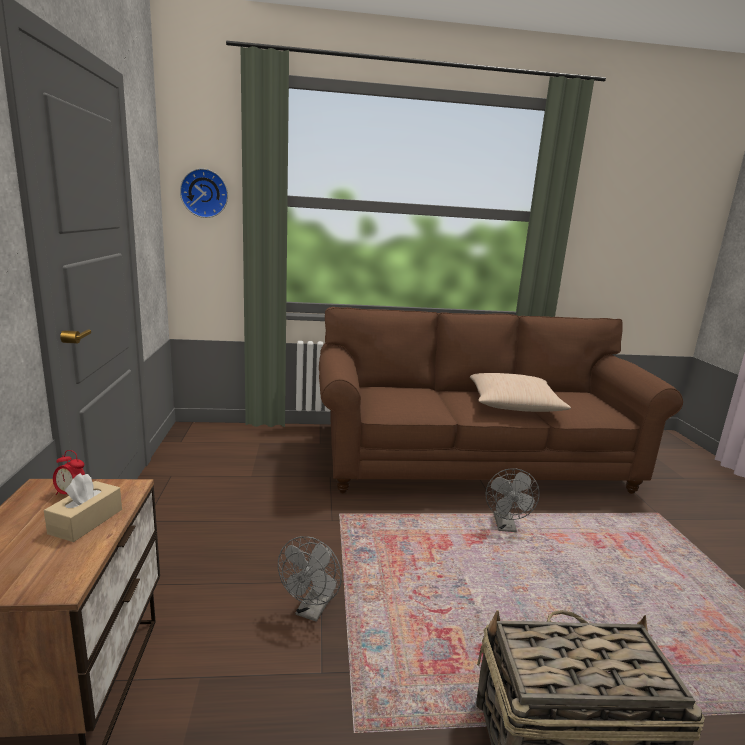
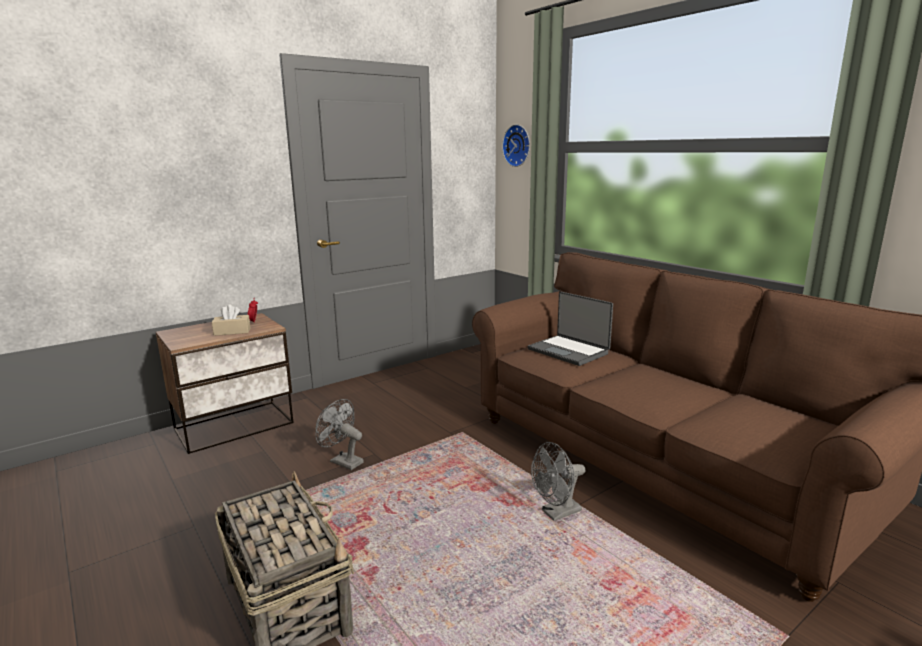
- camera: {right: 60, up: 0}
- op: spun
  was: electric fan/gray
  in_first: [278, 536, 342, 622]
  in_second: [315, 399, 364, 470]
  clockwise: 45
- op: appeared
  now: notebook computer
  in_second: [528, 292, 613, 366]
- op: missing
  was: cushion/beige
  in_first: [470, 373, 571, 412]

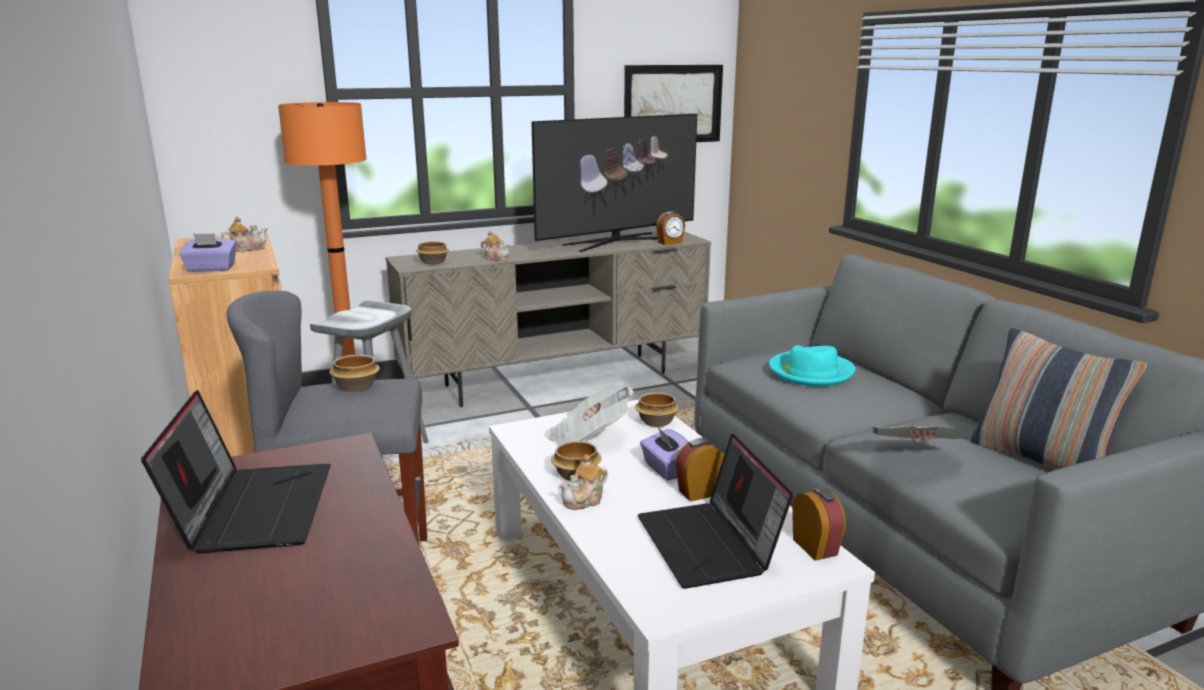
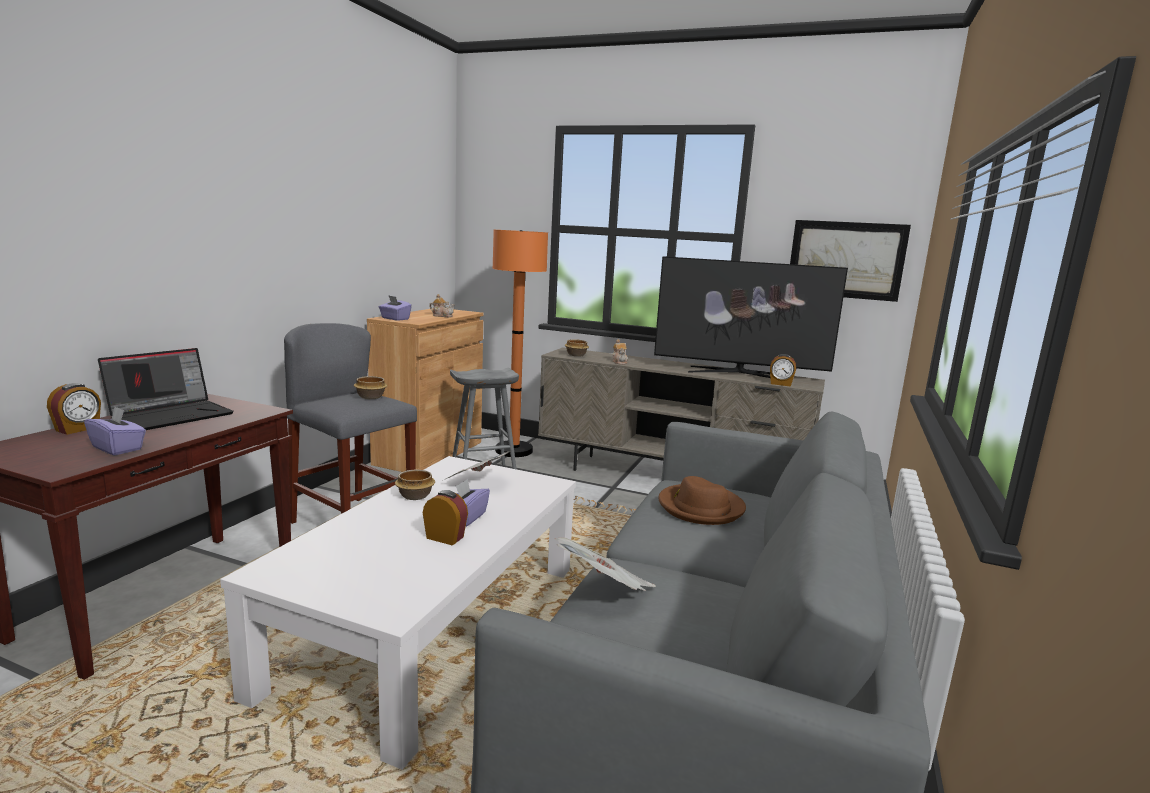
- camera: {right: 45, up: -5}
- op: relocated
  was: bedside clock
  in_first: [792, 487, 846, 561]
  in_second: [47, 383, 101, 435]
- op: appeared
  now: tissue holder/purplish
  in_second: [84, 406, 146, 455]
- op: colour
  was: hat/blue-green
  now: hat/brown-coloured
  in_first: [769, 345, 855, 387]
  in_second: [659, 476, 746, 525]
- op: missing
  was: tea pot
  in_first: [559, 454, 608, 510]
- op: missing
  was: serving bowl
  in_first: [635, 392, 679, 427]
- op: missing
  was: notebook computer
  in_first: [637, 434, 793, 588]
- op: missing
  was: cushion
  in_first: [971, 328, 1147, 470]

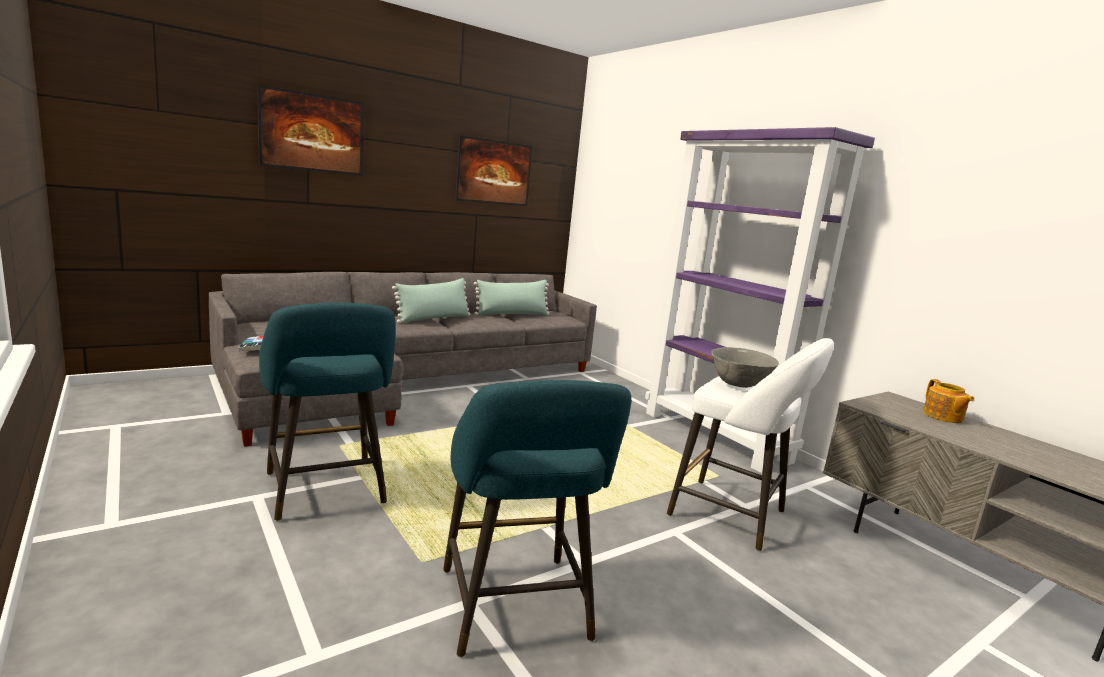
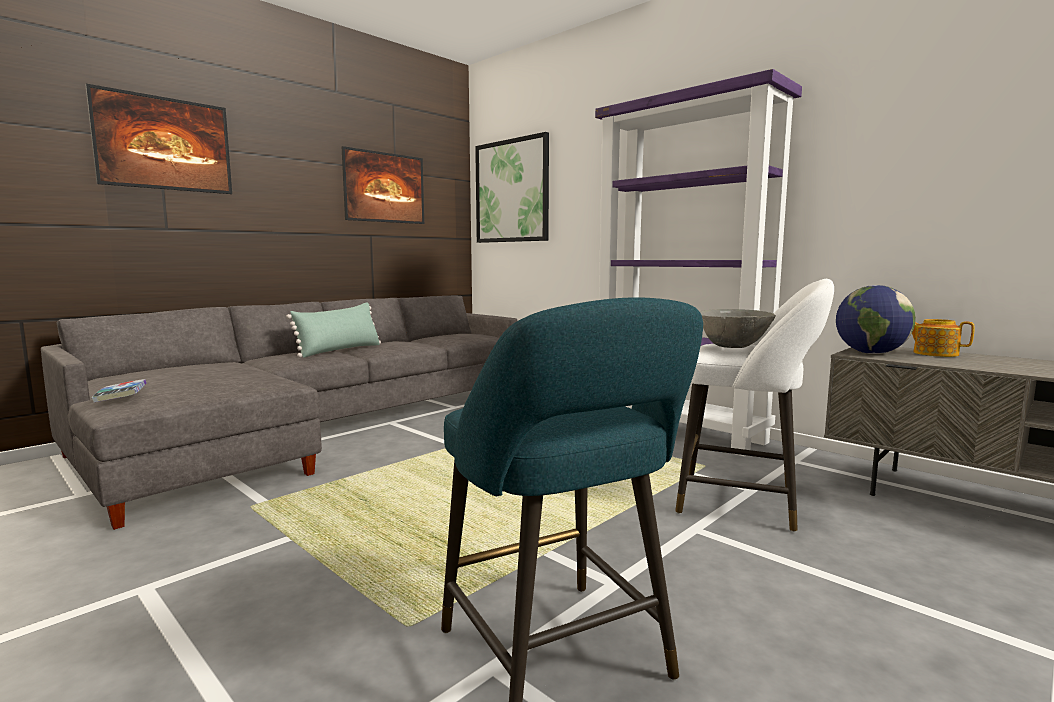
- camera: {right: -10, up: -5}
- op: appeared
  now: wall picture
  in_second: [475, 132, 549, 243]
- op: appeared
  now: world globe
  in_second: [836, 285, 916, 354]
- op: spun
  was: tea pot
  in_first: [923, 379, 974, 423]
  in_second: [912, 319, 975, 357]
  clockwise: 150
- op: missing
  was: sitting stool/blue-green
  in_first: [259, 303, 396, 521]
- op: missing
  was: cushion/green
  in_first: [474, 280, 550, 316]

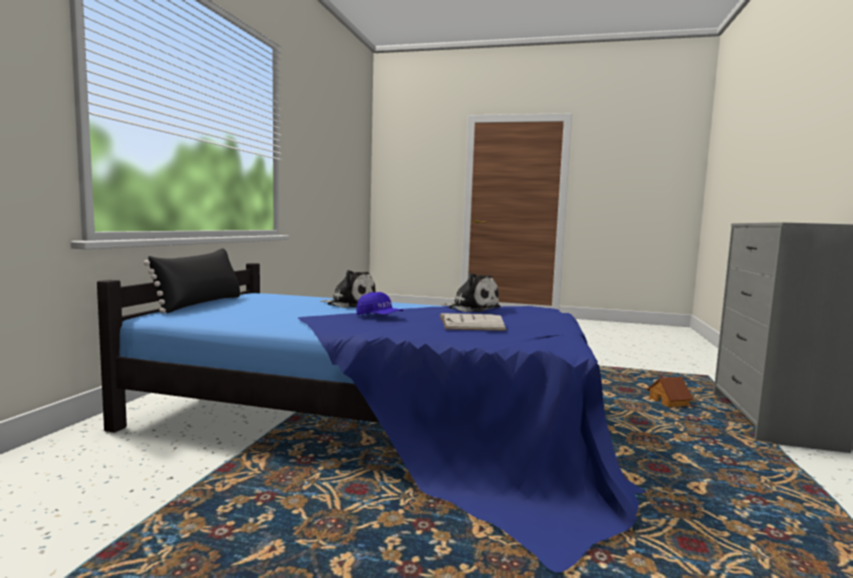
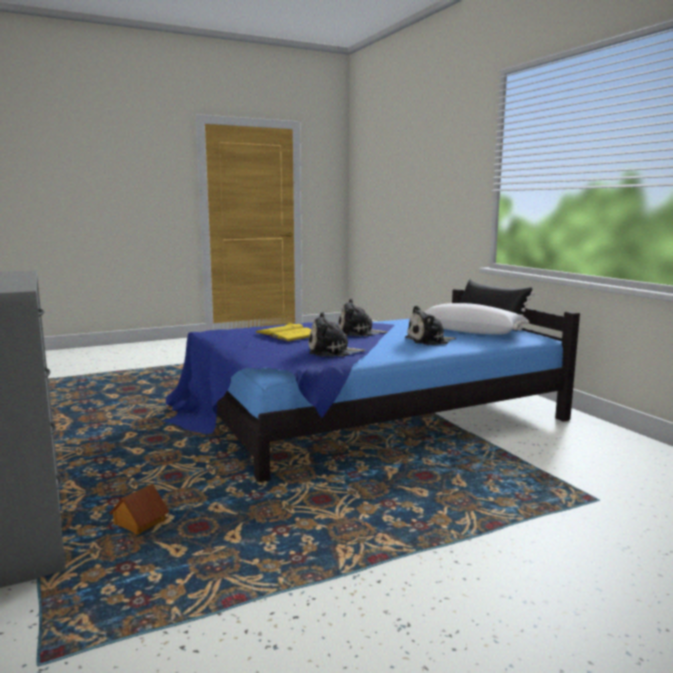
- camera: {right: 140, up: 5}
- op: colour
  was: volume/white
  now: volume/yellow-coloured
  in_first: [440, 313, 507, 331]
  in_second: [255, 322, 311, 342]
- op: exchanged
  was: baseball cap/bluish
  now: plush toy
  in_first: [357, 292, 403, 315]
  in_second: [338, 299, 388, 336]
- op: appeared
  now: cushion/white
  in_second: [425, 303, 529, 335]

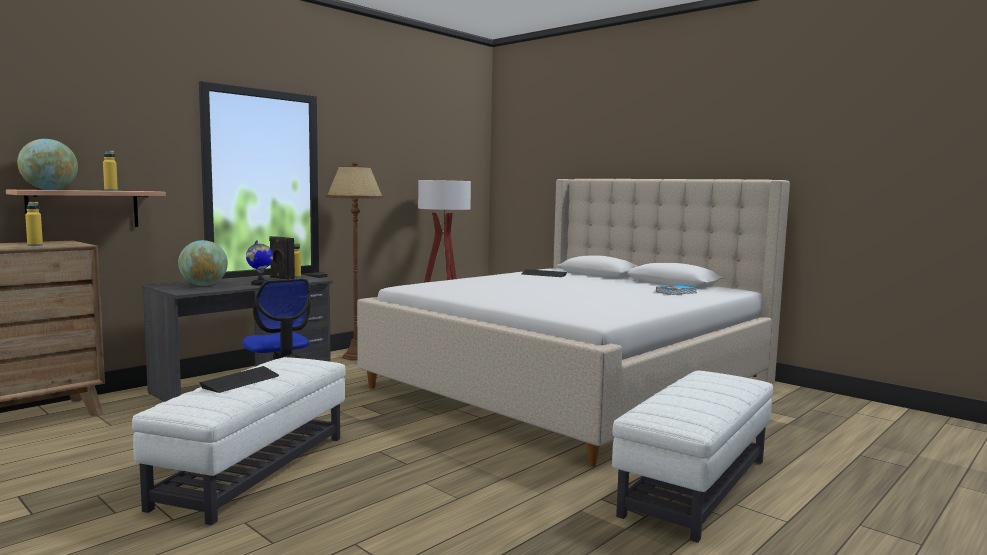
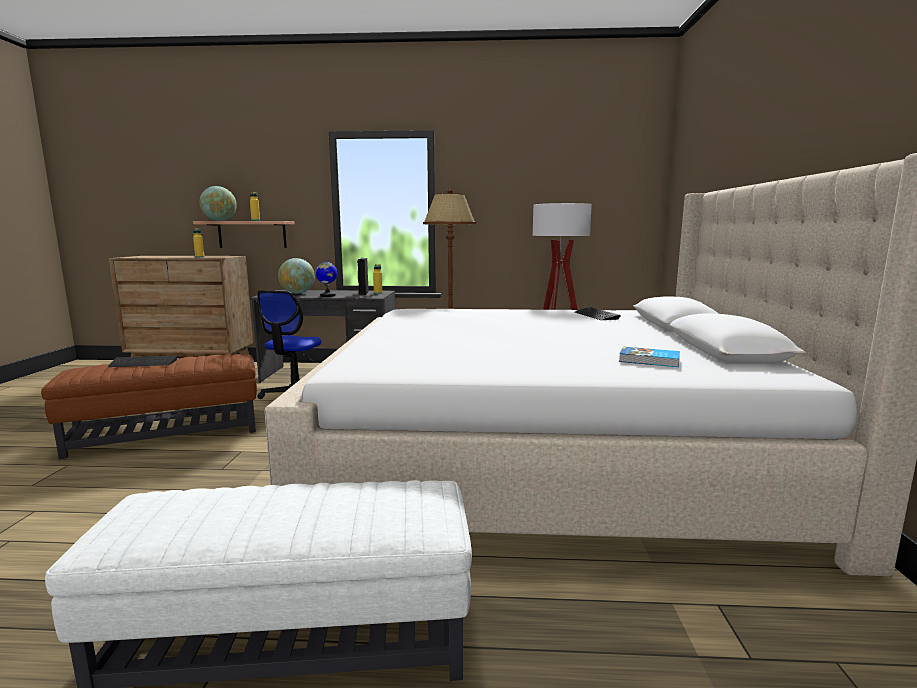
- camera: {right: 50, up: 5}
- op: colour
  was: ottoman/white
  now: ottoman/brown-coloured
  in_first: [132, 357, 346, 525]
  in_second: [41, 354, 257, 459]

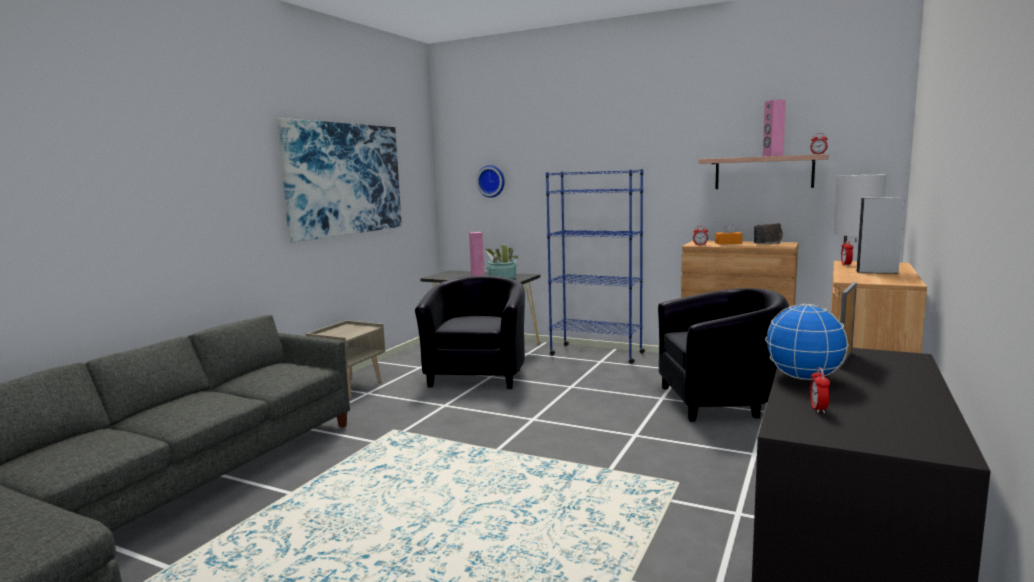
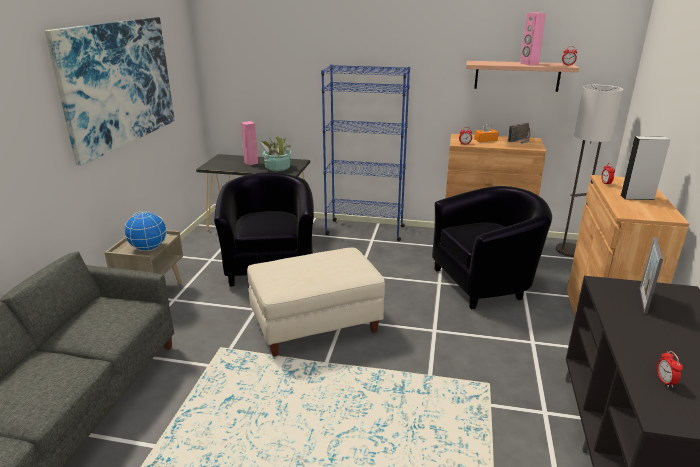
- camera: {right: -15, up: 15}
- op: relocated
  was: world globe
  in_first: [765, 304, 849, 380]
  in_second: [124, 211, 167, 251]
- op: appeared
  now: ottoman/beige
  in_second: [247, 247, 385, 357]
- op: missing
  was: wall clock
  in_first: [476, 165, 505, 198]

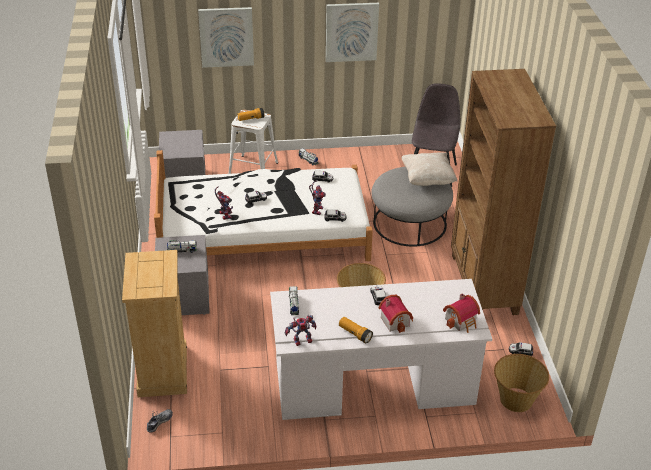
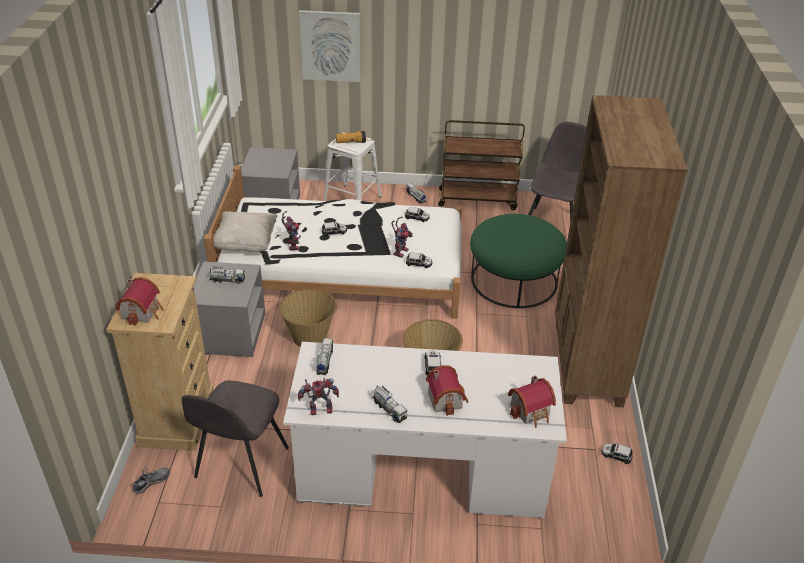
- camera: {right: 10, up: 0}
- op: appeared
  now: toy house
  in_second: [115, 277, 164, 326]
- op: appeared
  now: chair/gray
  in_second: [182, 381, 289, 497]
- op: relocated
  was: cushion/beige
  in_first: [401, 152, 457, 186]
  in_second: [213, 211, 278, 252]
- op: relocated
  was: storage basket
  in_first: [494, 354, 549, 412]
  in_second: [279, 289, 337, 347]
- op: exchanged
  was: flashlight
  now: toy truck
  in_first: [339, 317, 373, 343]
  in_second: [372, 386, 408, 423]
- op: appeared
  now: cart/brown-coloured
  in_second: [438, 120, 525, 210]
- op: colour
  was: ottoman/gray
  now: ottoman/green
  in_first: [372, 167, 453, 247]
  in_second: [470, 214, 567, 308]
- op: missing
  was: wall picture
  in_first: [326, 3, 379, 62]

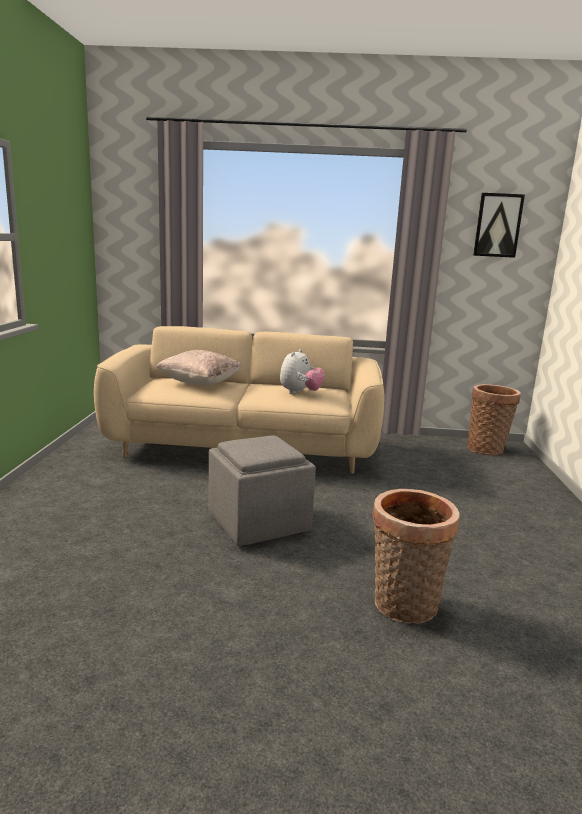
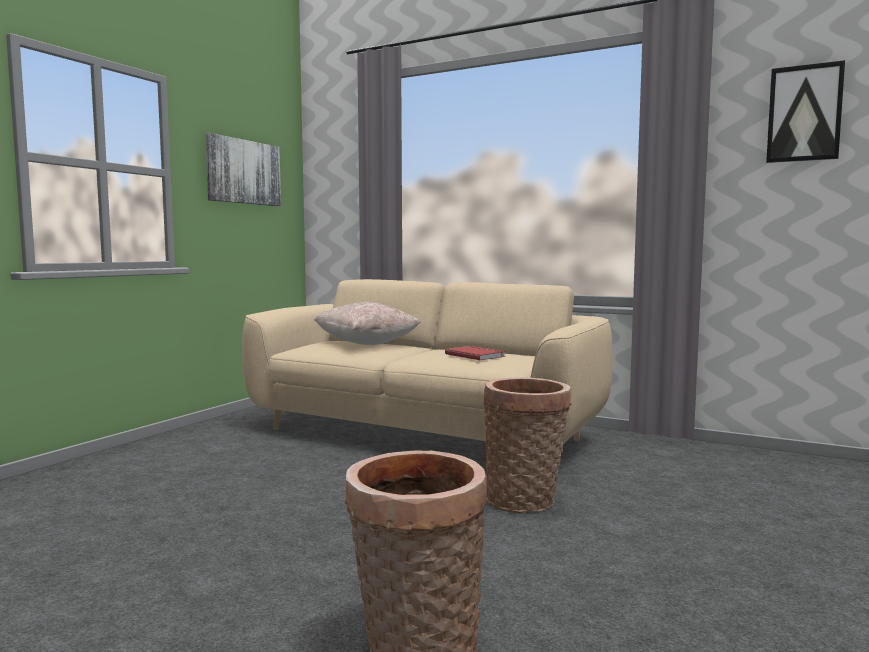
- camera: {right: 25, up: -10}
- op: appeared
  now: wall picture
  in_second: [205, 133, 281, 206]
- op: exchanged
  was: plush toy
  now: volume/reddish
  in_first: [280, 349, 325, 394]
  in_second: [445, 346, 505, 360]
- op: relocated
  was: storage basket
  in_first: [467, 384, 521, 455]
  in_second: [483, 377, 572, 513]
- op: missing
  was: ottoman/gray
  in_first: [209, 436, 316, 546]

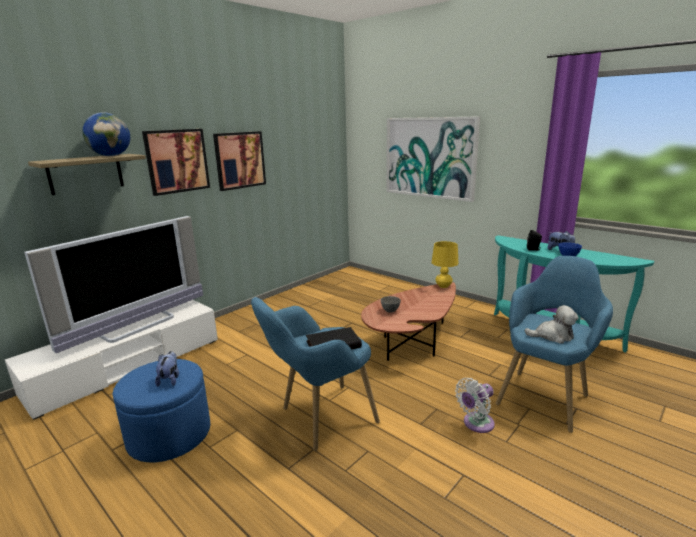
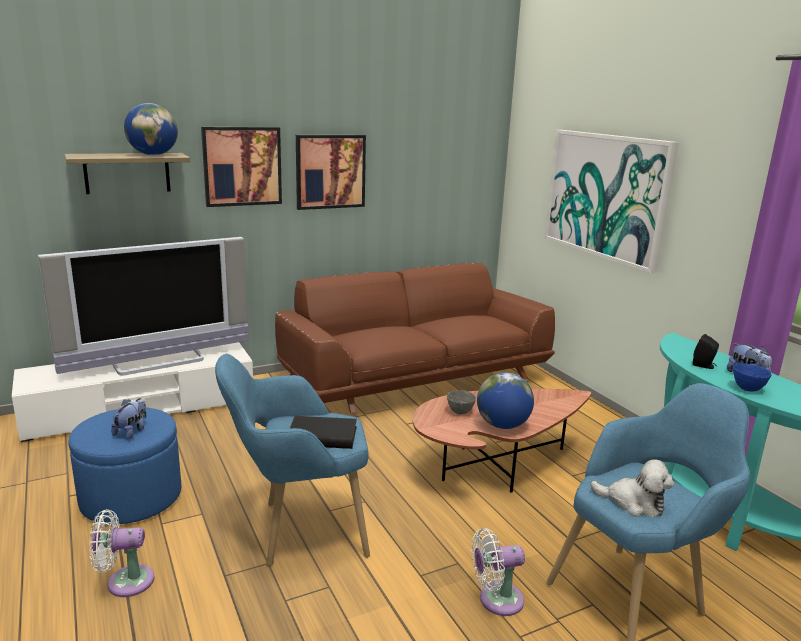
- camera: {right: 20, up: 0}
- op: appeared
  now: electric fan/white
  in_second: [89, 509, 154, 597]
- op: appeared
  now: settee/brown-coloured
  in_second: [275, 263, 555, 413]
- op: appeared
  now: world globe
  in_second: [477, 372, 534, 429]
- op: missing
  was: tabletop lamp/yellow-coloured
  in_first: [432, 241, 458, 288]

